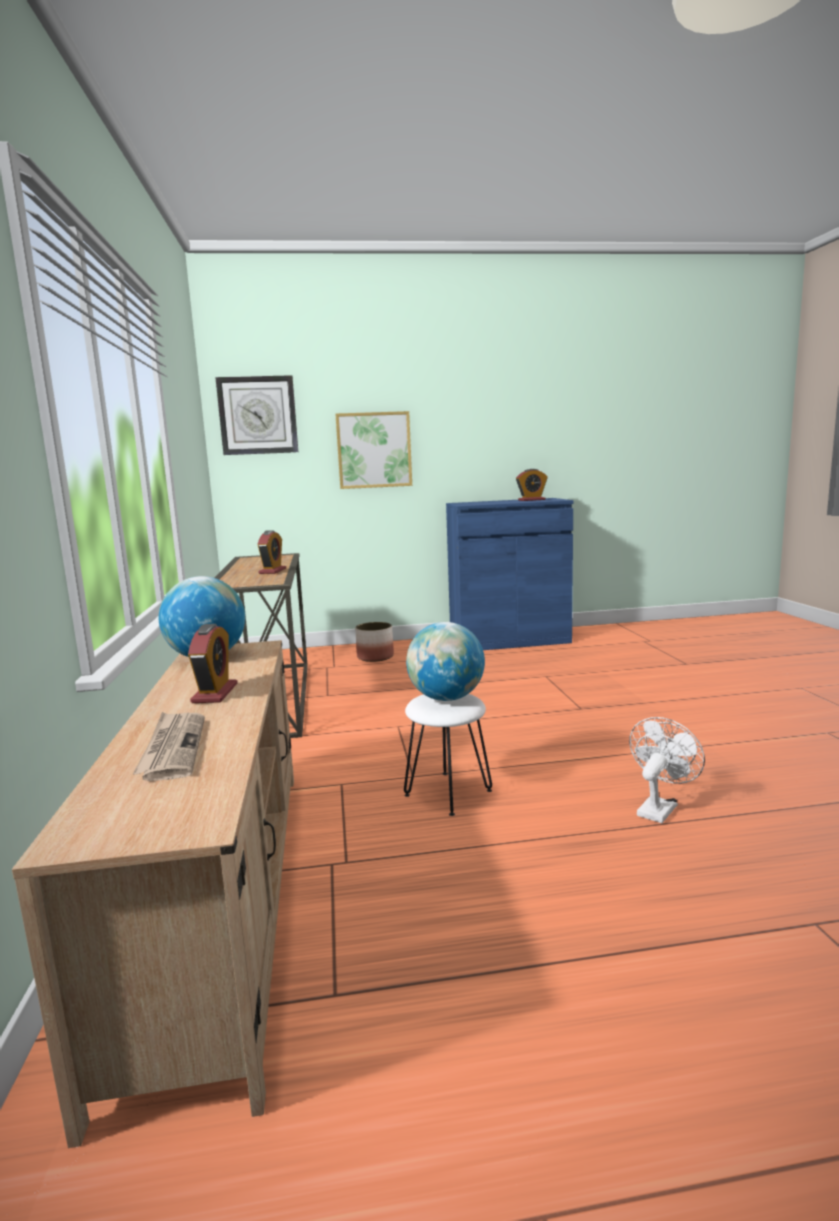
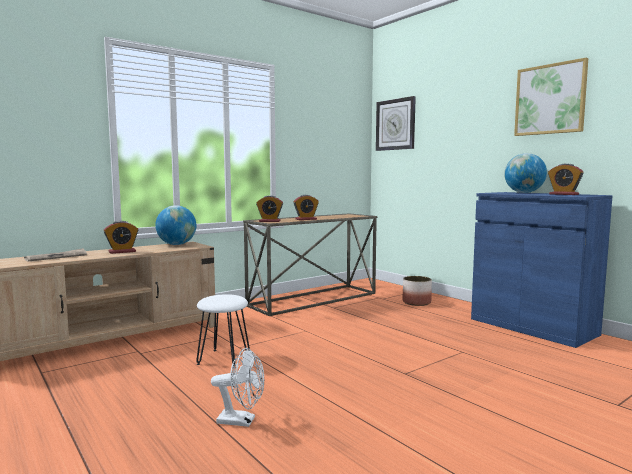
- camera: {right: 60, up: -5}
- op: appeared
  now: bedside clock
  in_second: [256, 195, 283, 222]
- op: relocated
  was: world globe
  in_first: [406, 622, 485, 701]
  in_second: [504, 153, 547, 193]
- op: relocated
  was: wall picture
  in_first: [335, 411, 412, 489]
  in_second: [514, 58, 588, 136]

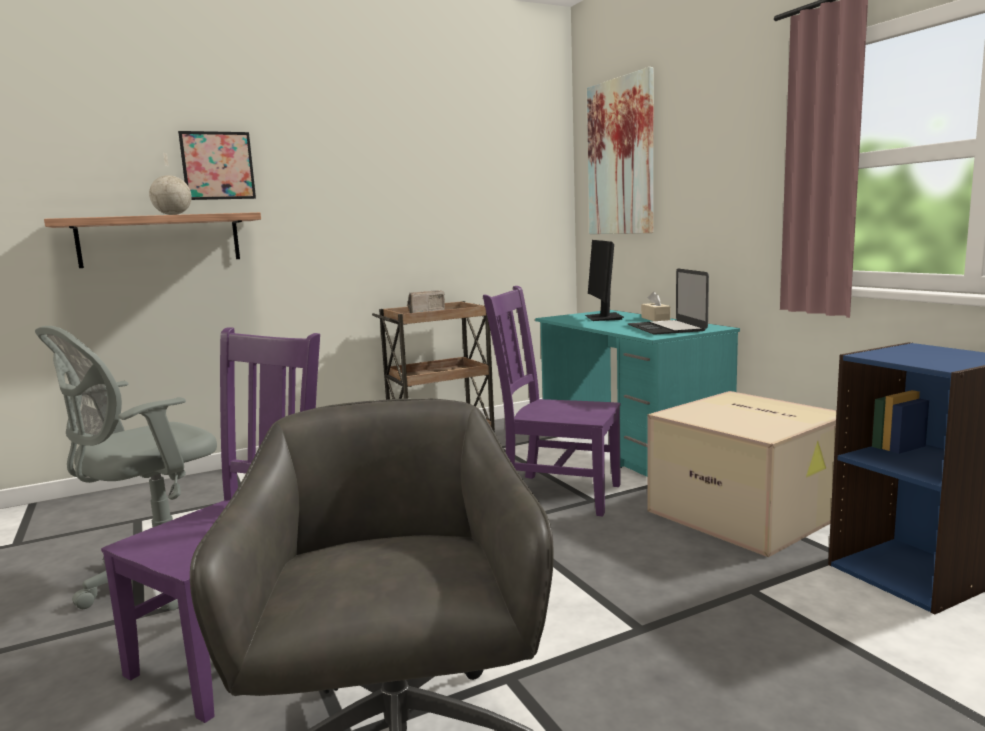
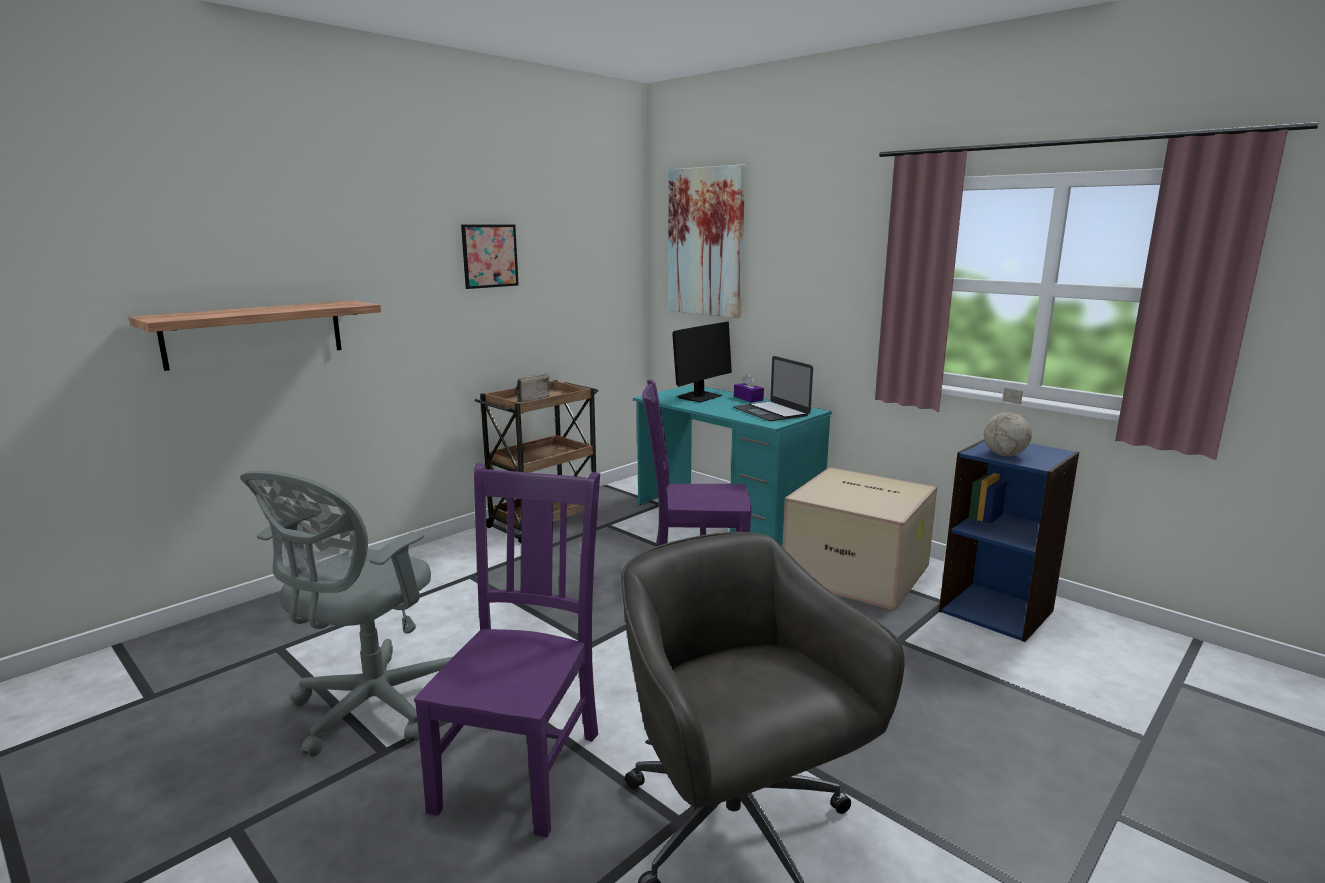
- camera: {right: -20, up: 5}
- op: relocated
  was: wall picture
  in_first: [178, 131, 256, 200]
  in_second: [461, 225, 519, 289]
- op: spun
  was: monitor
  in_first: [585, 240, 624, 321]
  in_second: [672, 322, 732, 402]
  clockwise: -120
- op: colour
  was: tissue holder/beige
  now: tissue holder/purplish
  in_first: [641, 291, 671, 321]
  in_second: [734, 374, 764, 402]
- op: relocated
  was: world globe
  in_first: [149, 152, 192, 215]
  in_second: [984, 387, 1032, 456]

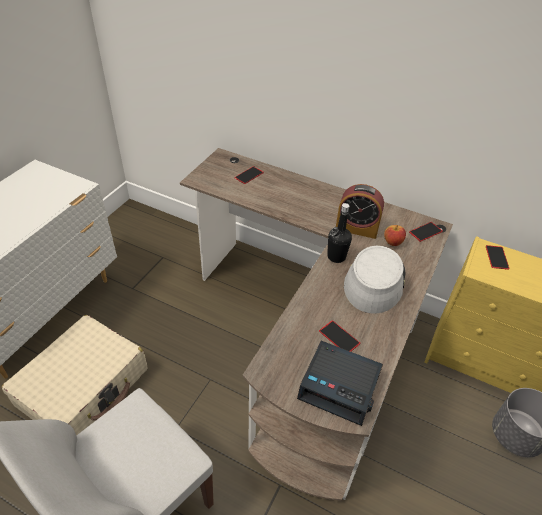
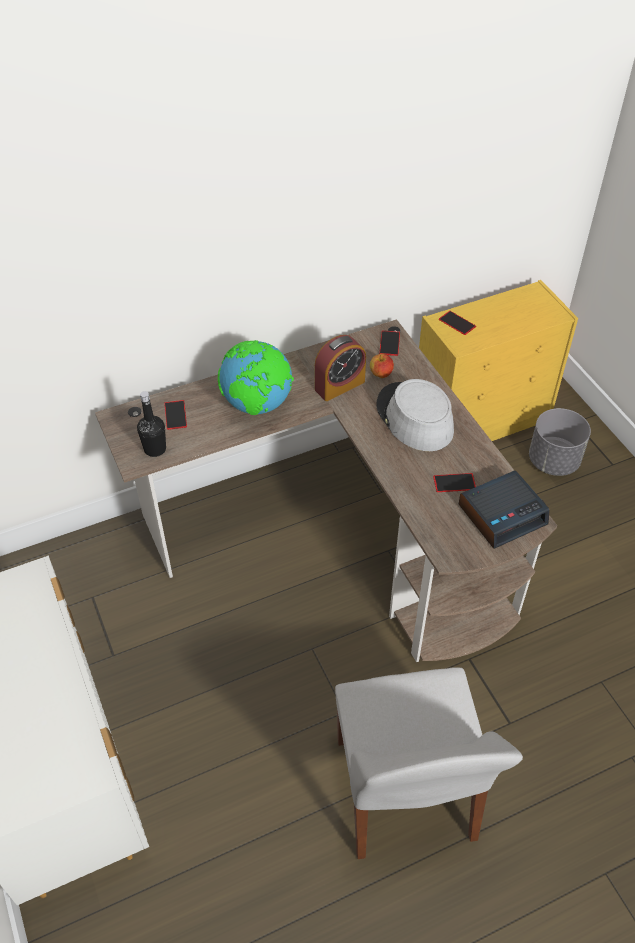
- camera: {right: -50, up: 5}
- op: relocated
  was: drink bottle/black
  in_first: [327, 203, 352, 263]
  in_second: [137, 391, 166, 457]
- op: appeared
  now: world globe
  in_second: [218, 340, 294, 415]
- op: missing
  was: suitcase/beige
  in_first: [2, 315, 147, 435]

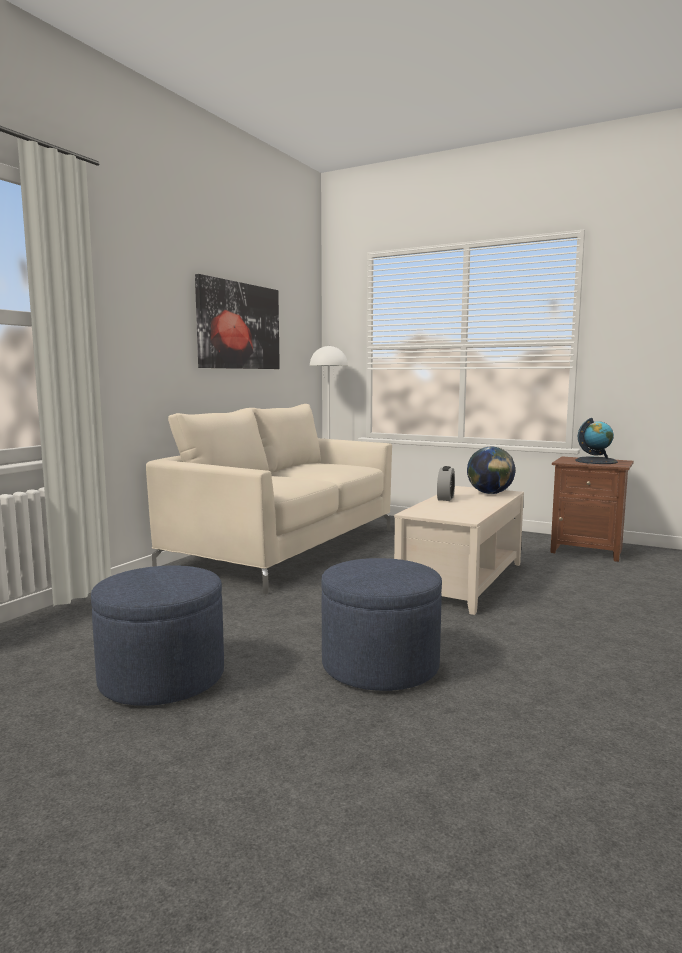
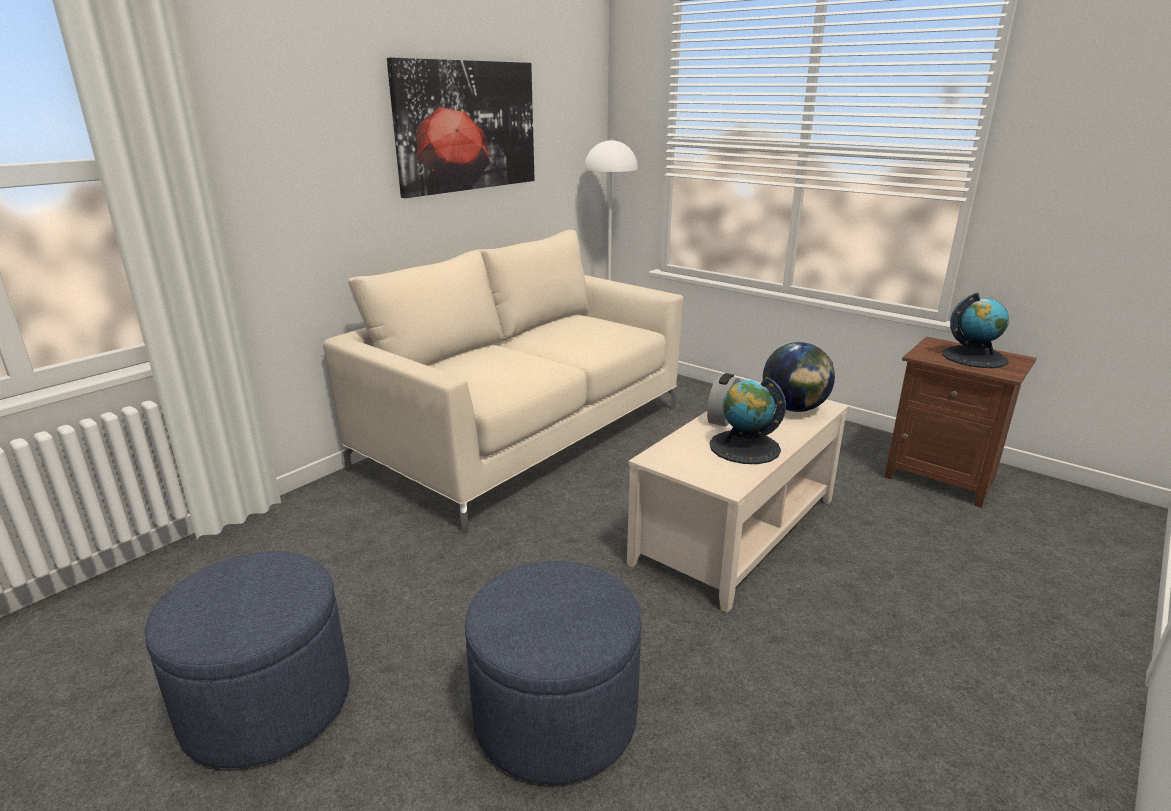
- camera: {right: 10, up: 15}
- op: appeared
  now: world globe
  in_second: [709, 376, 786, 464]

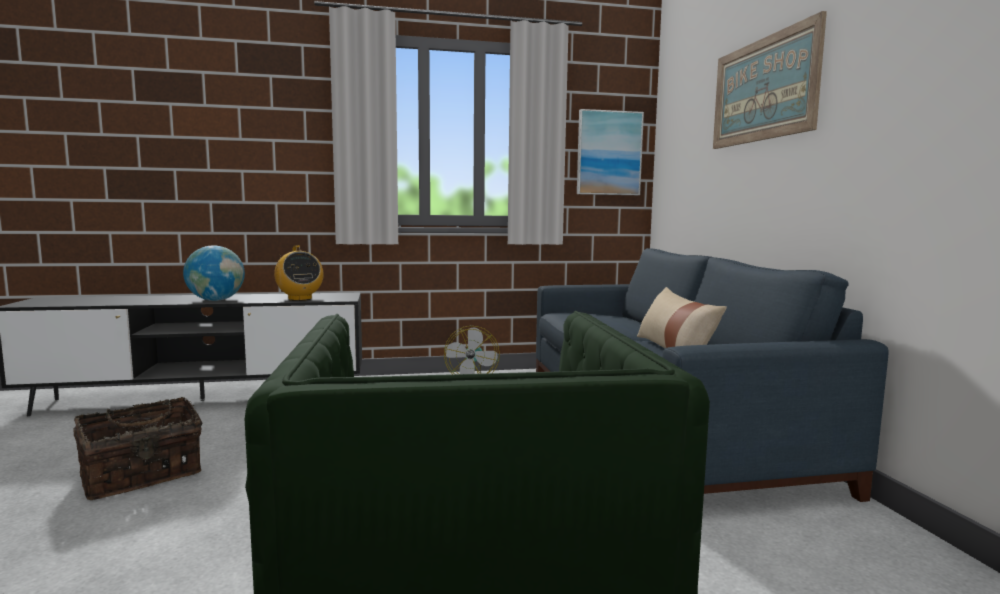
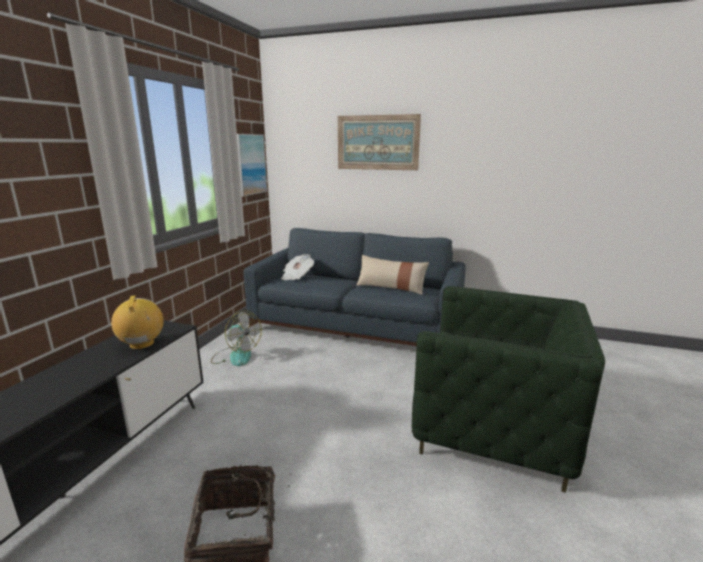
- camera: {right: -60, up: 10}
- op: spun
  was: radio
  in_first: [274, 245, 324, 301]
  in_second: [111, 295, 164, 350]
  clockwise: -105
- op: appeared
  now: newspaper
  in_second: [281, 254, 314, 280]
- op: missing
  was: world globe
  in_first: [183, 246, 245, 301]

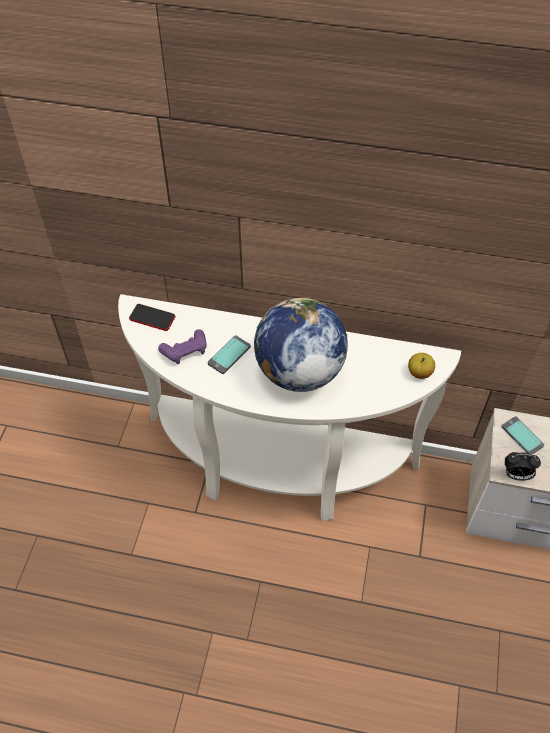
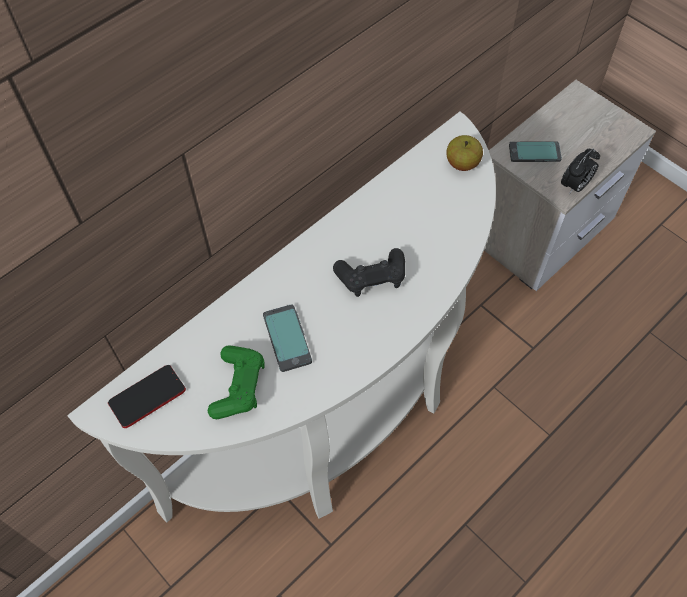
- camera: {right: -55, up: 5}
- op: colour
  was: joypad/purplish
  now: joypad/green
  in_first: [158, 329, 207, 364]
  in_second: [208, 346, 265, 419]
- op: exchanged
  was: world globe
  now: joypad/black
  in_first: [254, 298, 348, 392]
  in_second: [333, 248, 405, 297]

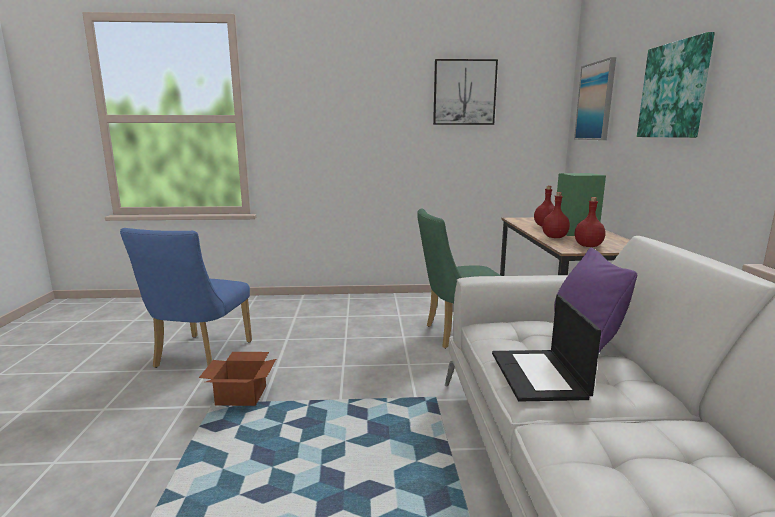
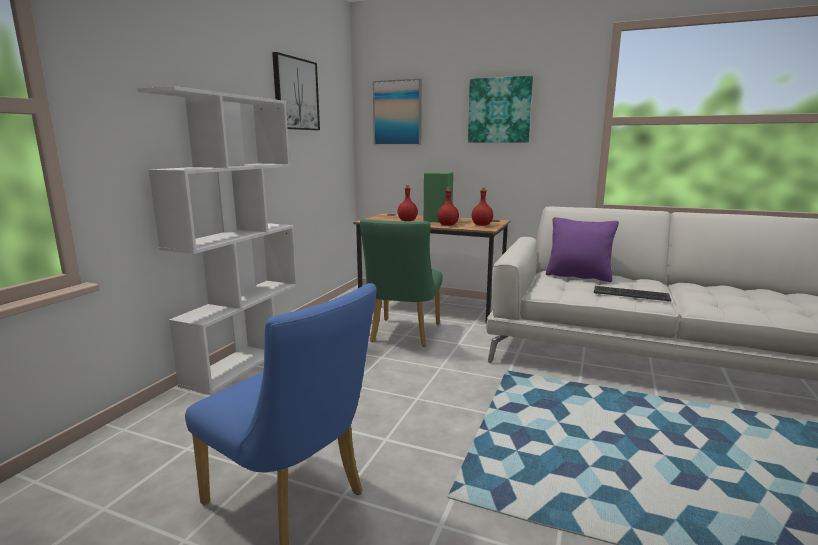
- camera: {right: -65, up: 0}
- op: appeared
  now: bookshelf/white
  in_second: [137, 86, 297, 395]
- op: exchanged
  was: notebook computer
  now: computer keyboard
  in_first: [492, 295, 601, 402]
  in_second: [594, 286, 671, 302]
- op: missing
  was: carton
  in_first: [199, 352, 276, 406]

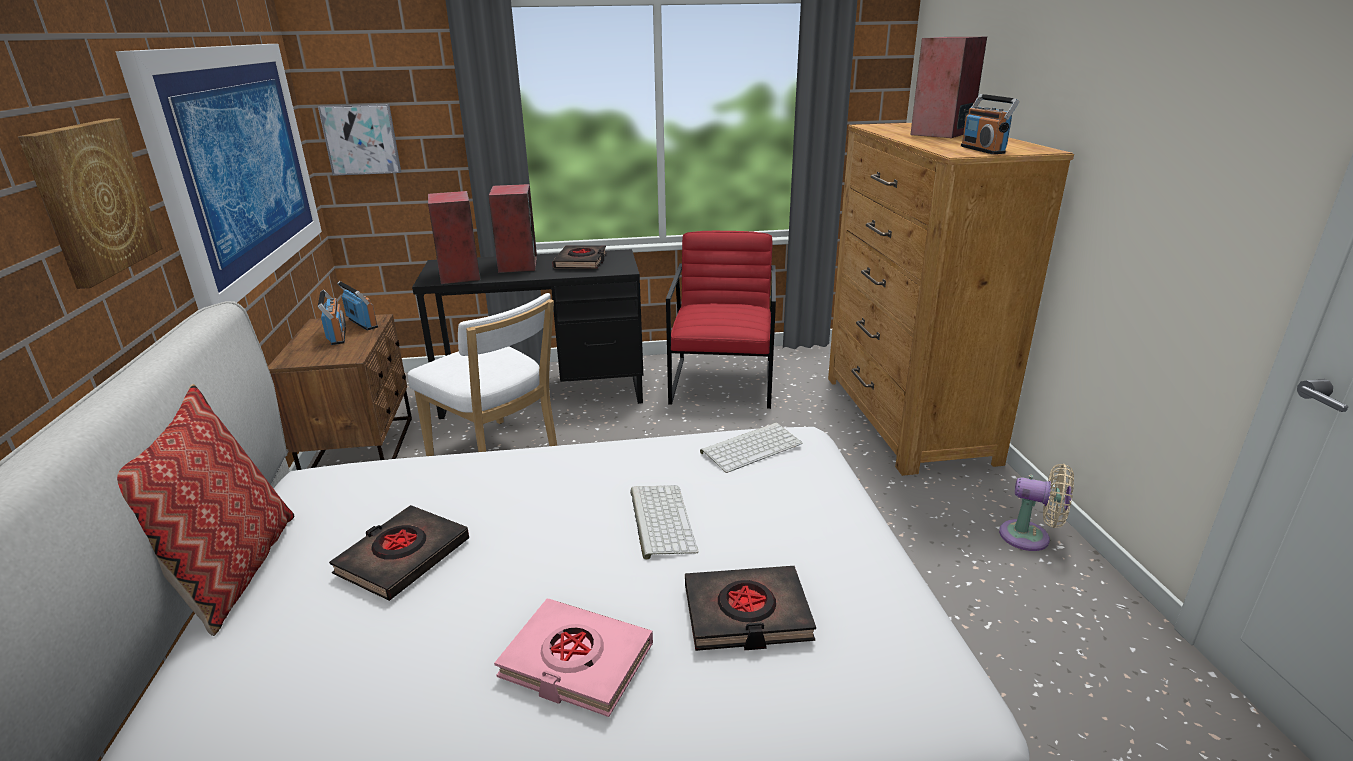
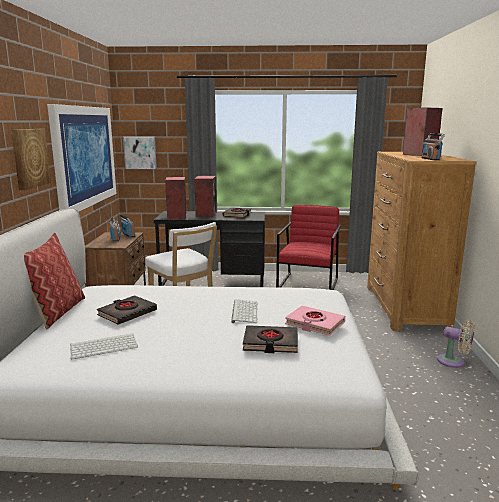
- camera: {right: 10, up: -10}
- op: relocated
  was: computer keyboard
  in_first: [700, 423, 803, 473]
  in_second: [70, 333, 138, 359]
- op: relocated
  was: volume/pink
  in_first: [494, 598, 653, 717]
  in_second: [285, 306, 345, 336]

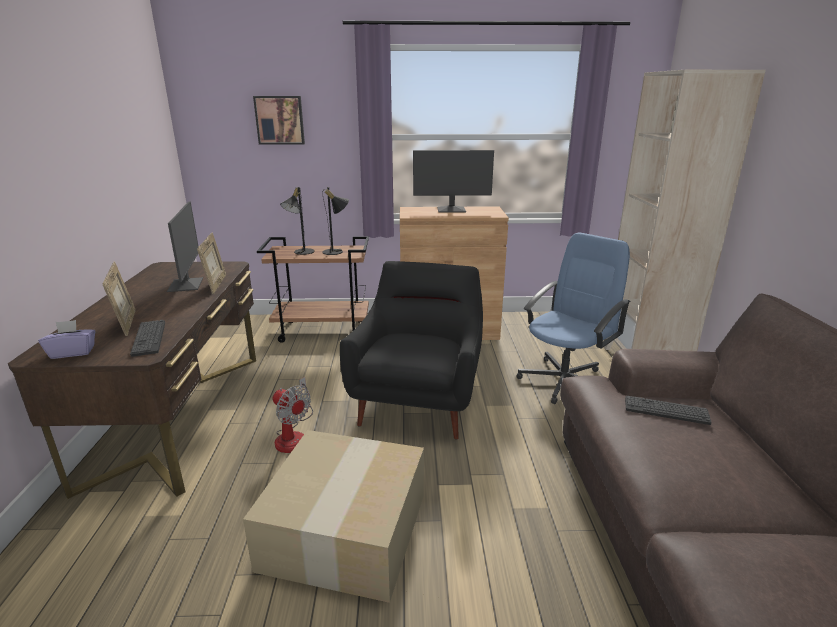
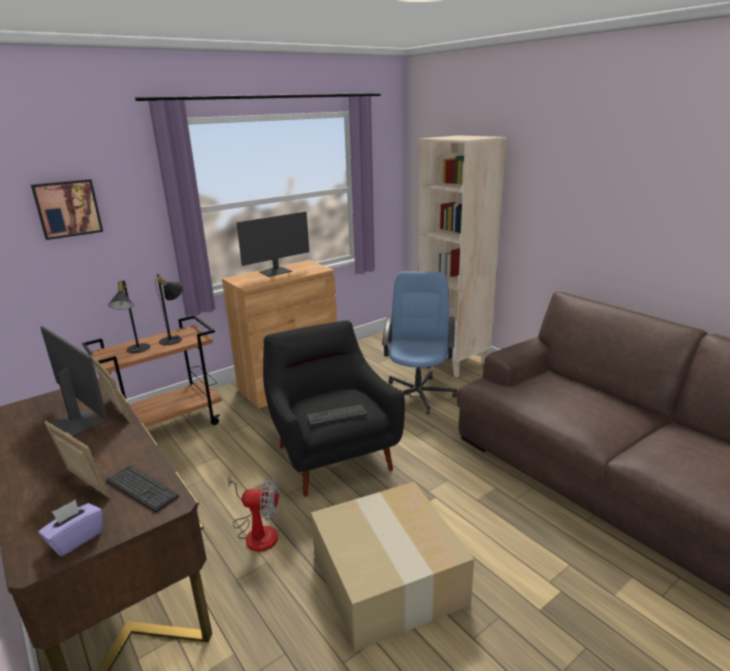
- camera: {right: -35, up: 0}
- op: relocated
  was: computer keyboard
  in_first: [625, 396, 712, 425]
  in_second: [307, 405, 367, 426]

